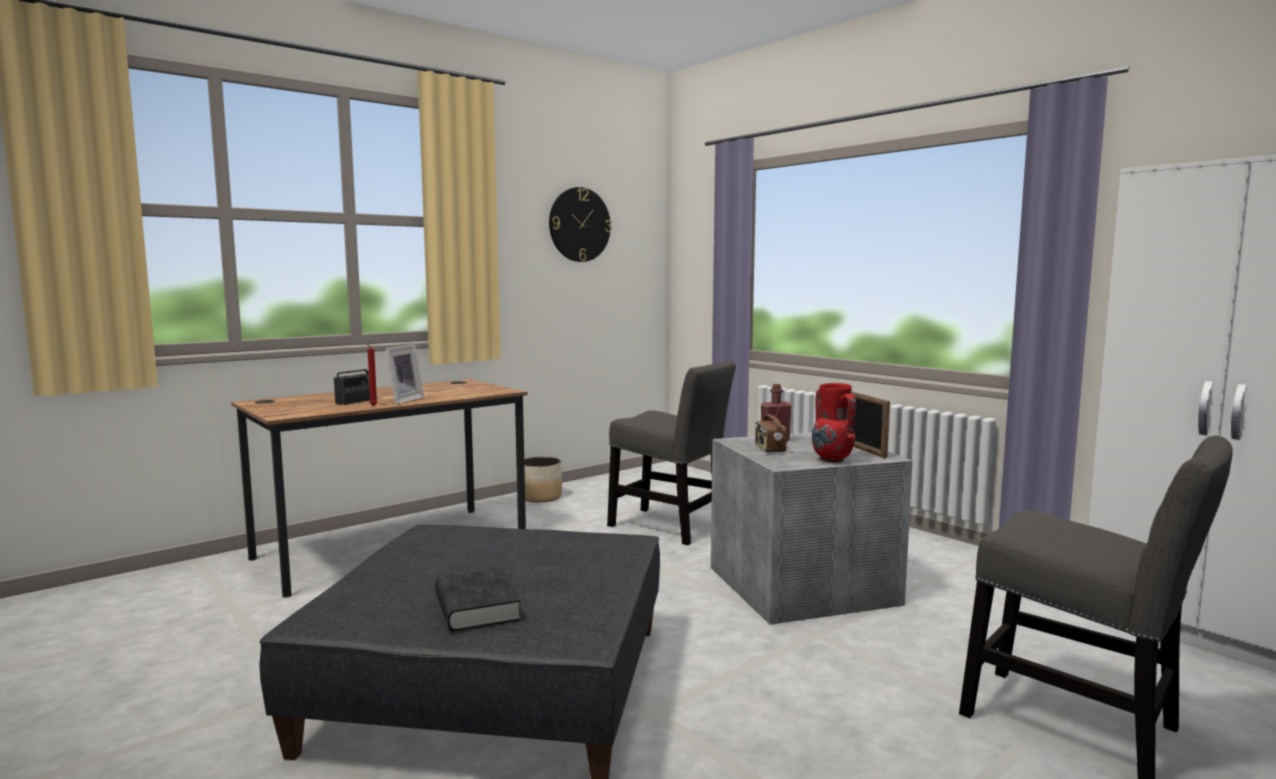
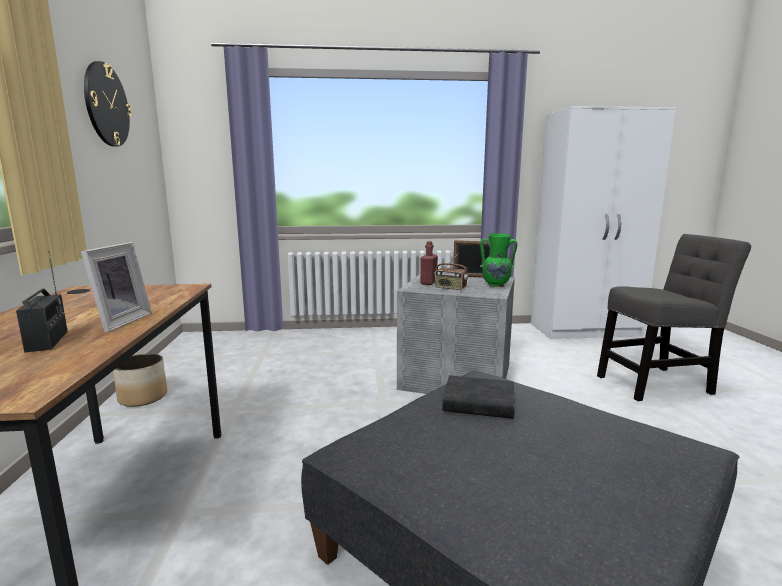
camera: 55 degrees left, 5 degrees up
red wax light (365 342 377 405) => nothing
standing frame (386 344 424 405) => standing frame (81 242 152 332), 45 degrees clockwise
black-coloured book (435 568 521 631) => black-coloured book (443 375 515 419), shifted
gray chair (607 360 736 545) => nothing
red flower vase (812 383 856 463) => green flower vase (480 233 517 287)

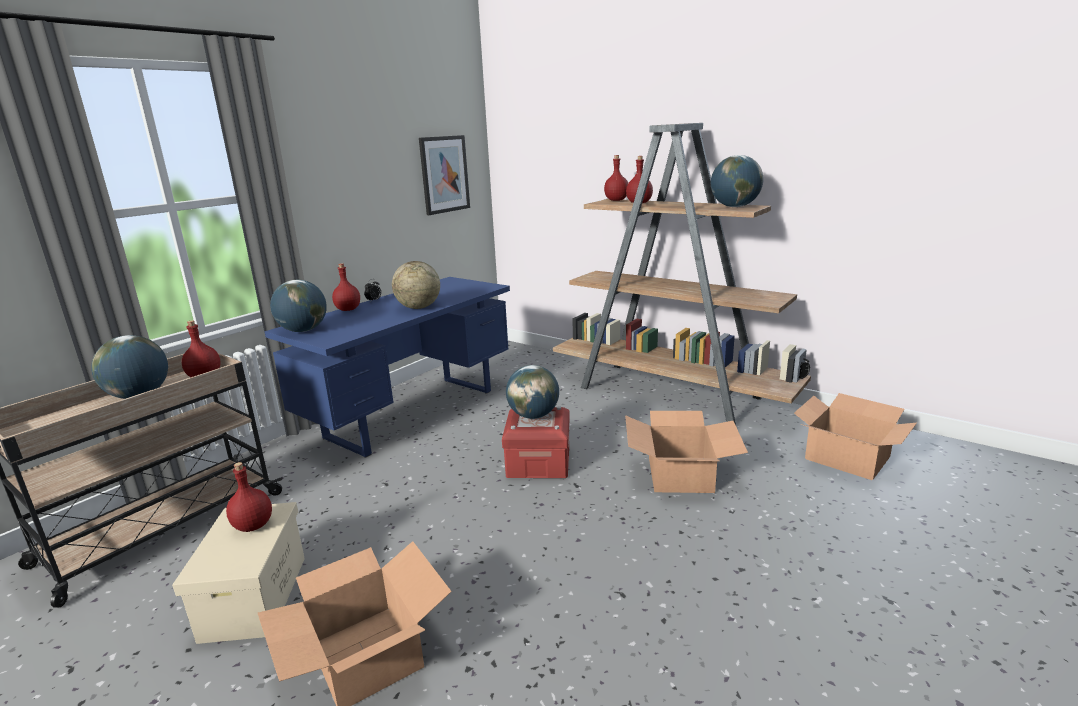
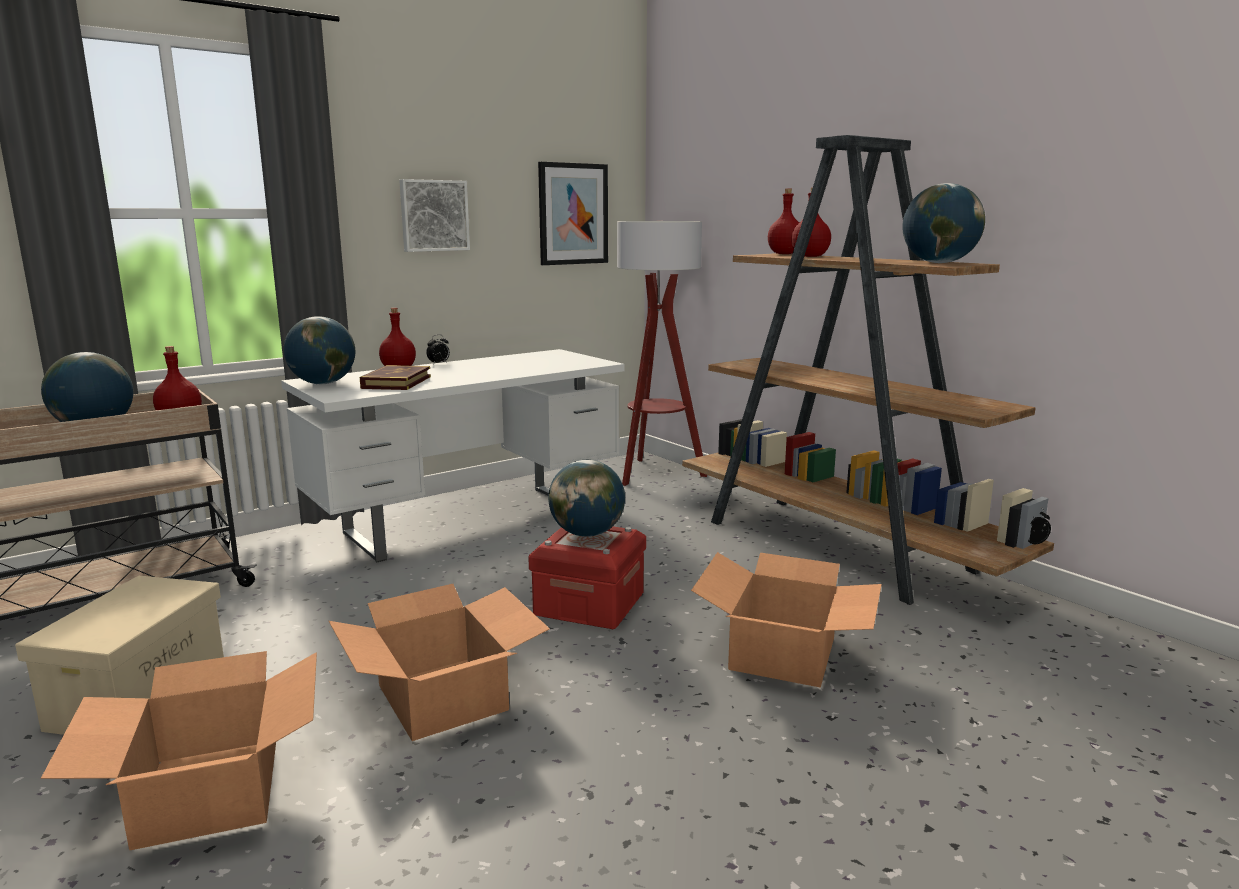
camera: 15 degrees right, 5 degrees down
red beverage bottle (226 462 272 532) => nothing
blue-coloured desk table (264 277 510 458) => white-coloured desk table (281 349 624 562)
desk globe (392 261 440 309) => nothing
carton (794 393 917 480) => carton (329 584 550 741), shifted
nothing => book (360 365 431 390)
nothing => picture (399 179 470 252)
nothing => floor lamp (617 221 707 486)

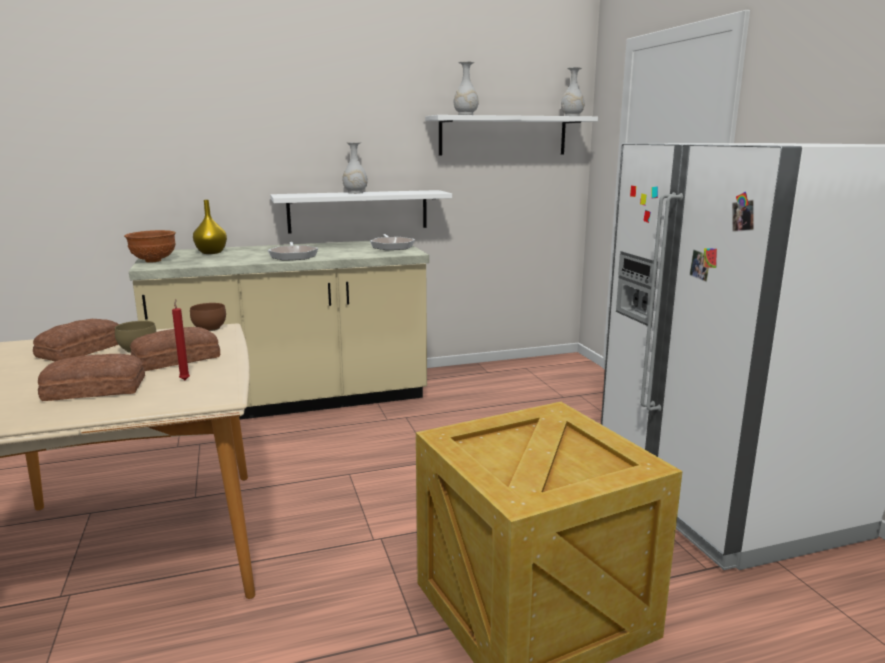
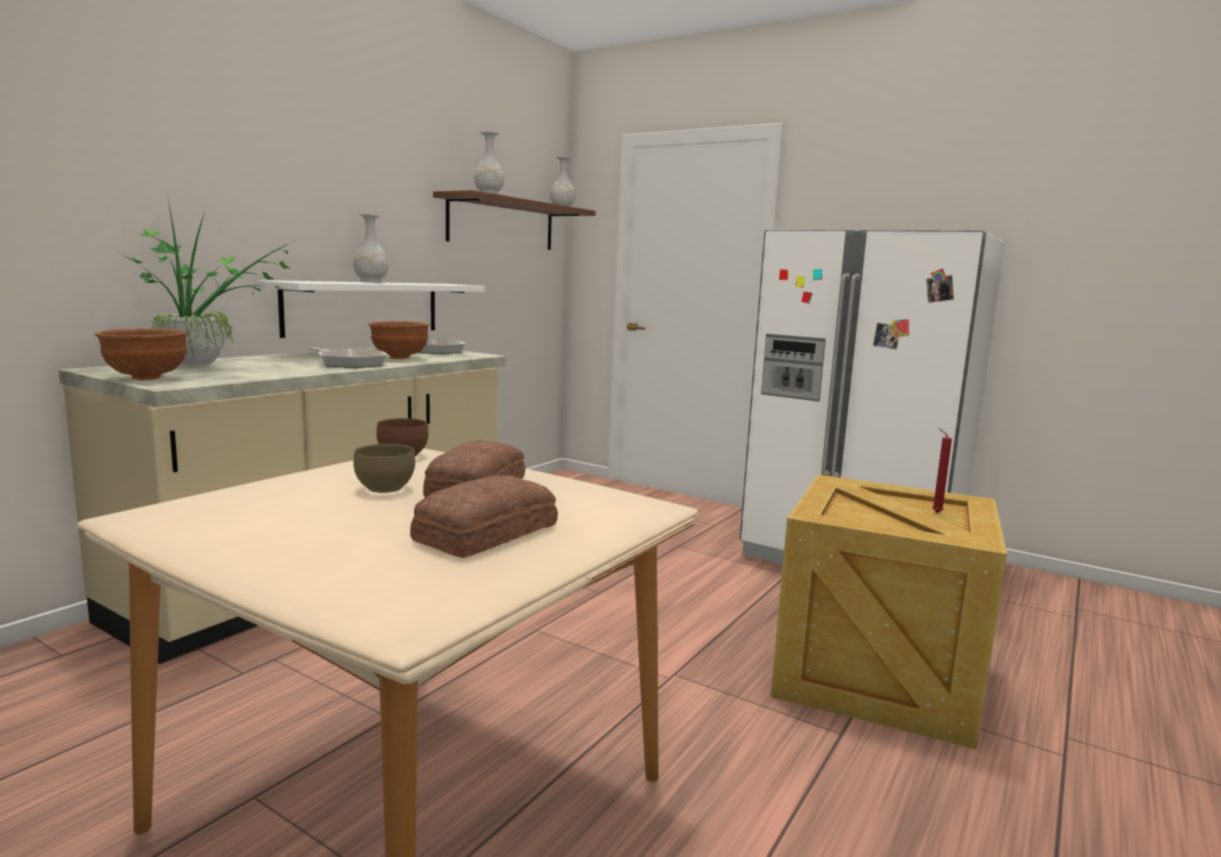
camera: 40 degrees left, 5 degrees down
bakery bread (33 319 119 361) => nothing
red wax light (172 299 190 380) => red wax light (932 428 952 513), shifted
yellow flower vase (193 200 227 254) => plant in a pot (121 195 293 367)
white-coloured wall shelf (425 115 598 156) => brown-coloured wall shelf (433 190 596 250)
nothing => brown-coloured deep dish (368 321 430 359)

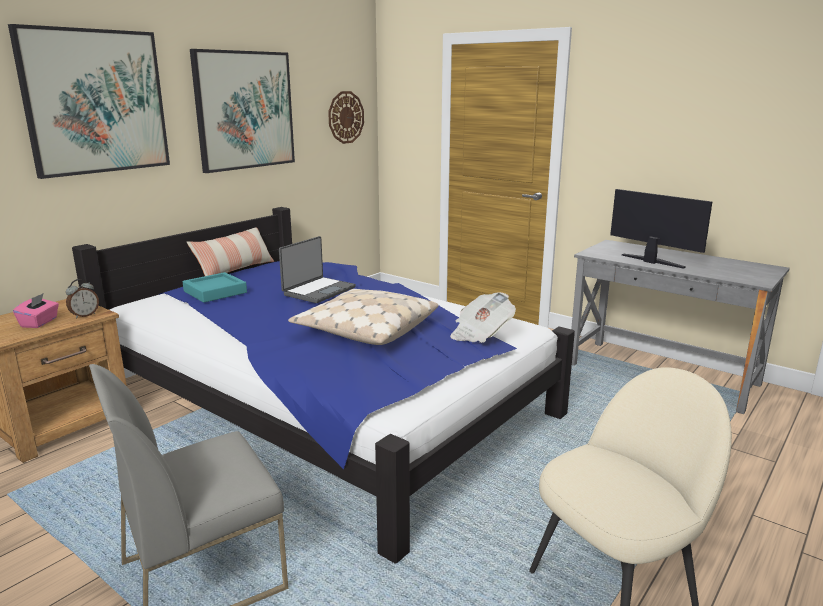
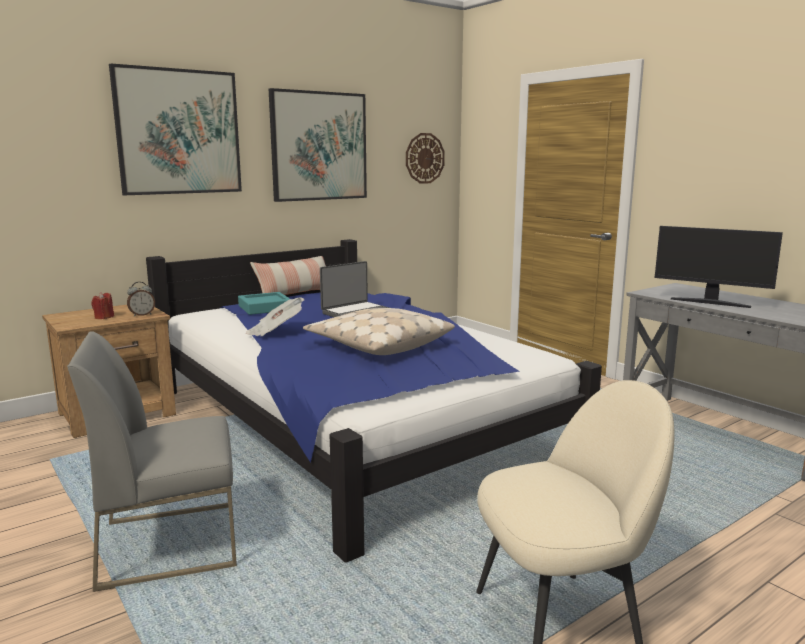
camera: 15 degrees right, 5 degrees down
pink-coloured box of tissues (13 293 59 328) => red wax light (91 292 114 319)
newspaper (450 292 516 343) => newspaper (246 297 304 337), shifted
computer screen (610 189 712 269) => computer screen (655 226 783 308), 150 degrees clockwise

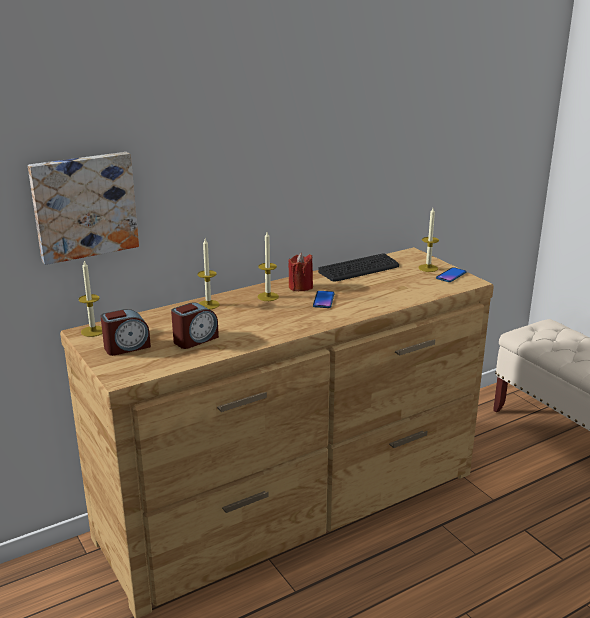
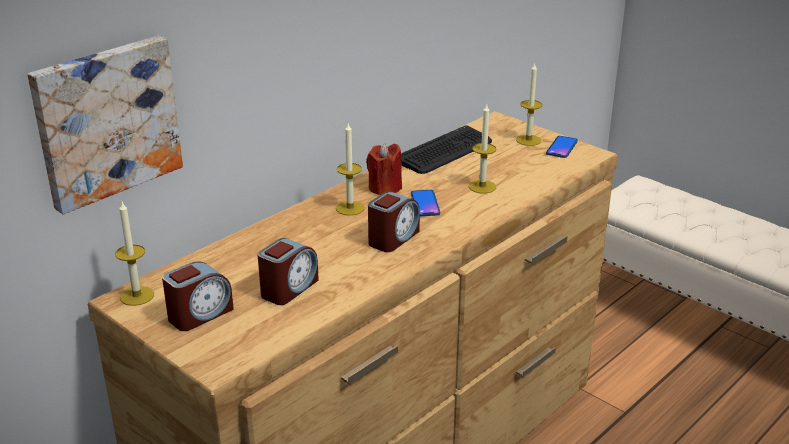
camera: 15 degrees left, 5 degrees up
wax light (198 239 220 310) => wax light (469 103 496 194), shifted
nothing => bedside clock (368 192 420 252)

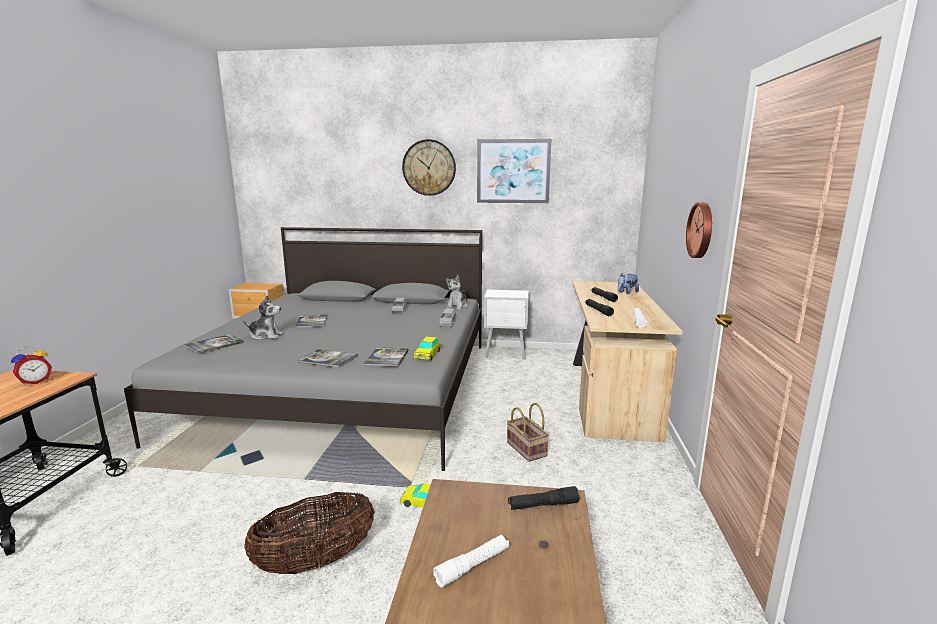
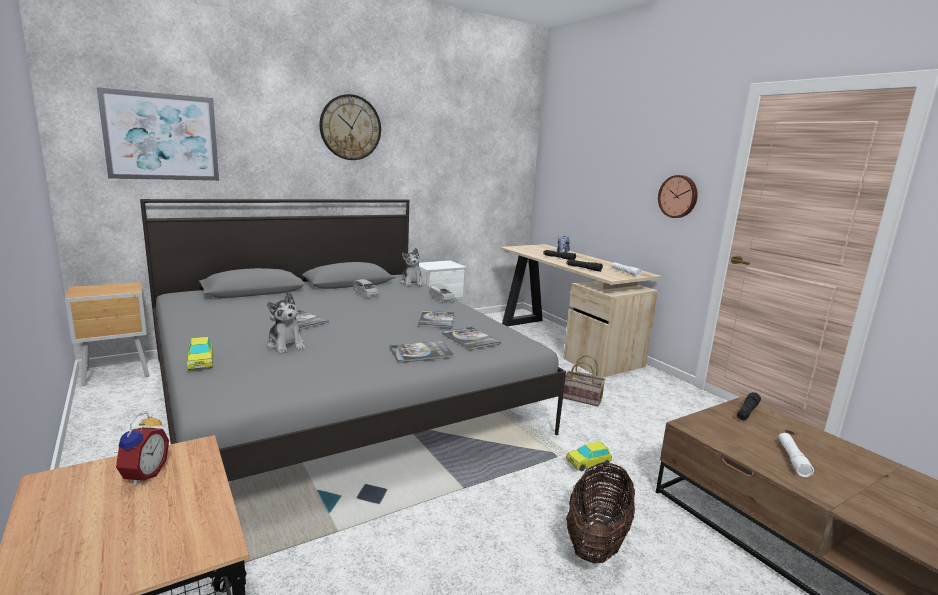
camera: 40 degrees left, 0 degrees up
book (184 334 244 354) => book (418 311 455 328), shifted
plush toy (243 295 284 340) => plush toy (267 293 305 354), 90 degrees clockwise
toy car (414 336 441 360) => toy car (187 337 213 370), shifted
picture (477 139 551 203) => picture (97 87 219 181), shifted

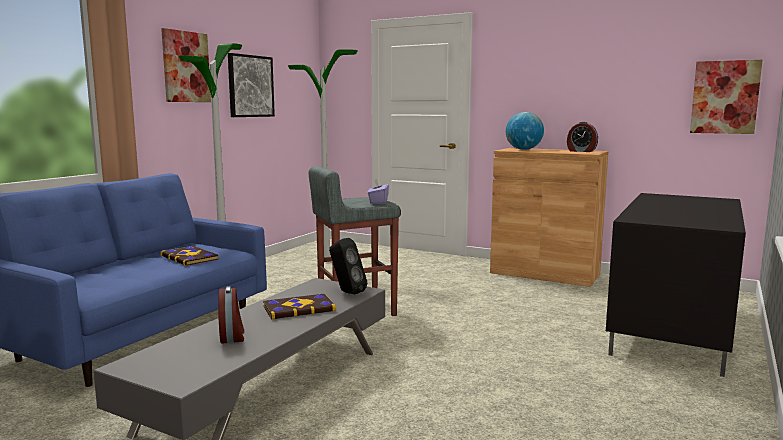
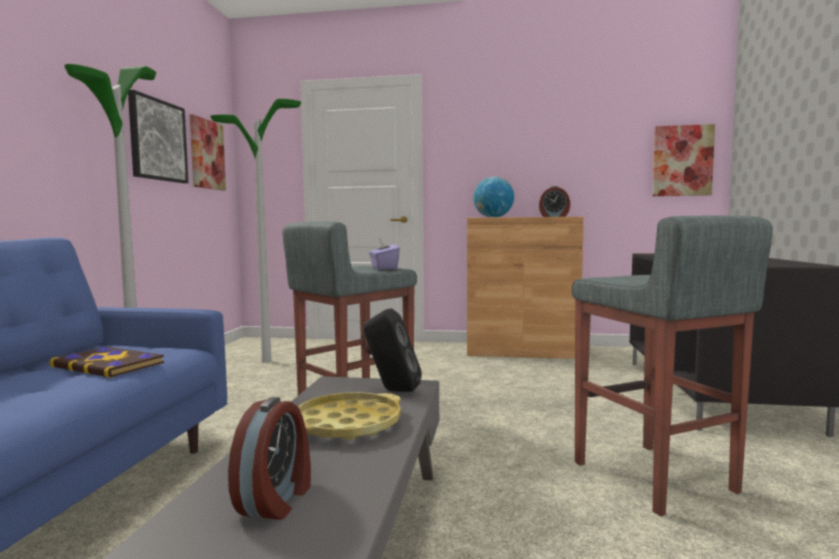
camera: 20 degrees left, 5 degrees down
picture (161 28 211 102) => picture (190 114 226 191), shifted
bedside clock (218 286 244 343) => bedside clock (228 397 311 520), 45 degrees clockwise
book (263 294 336 319) => yellow serving tray (298 392 401 440)
nothing => gray stool (572 215 773 516)

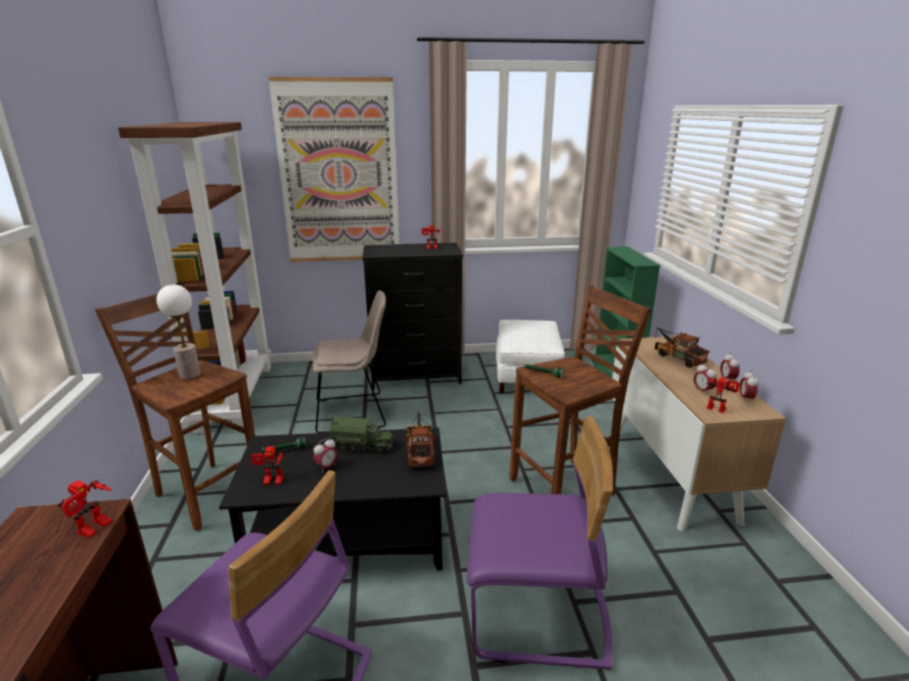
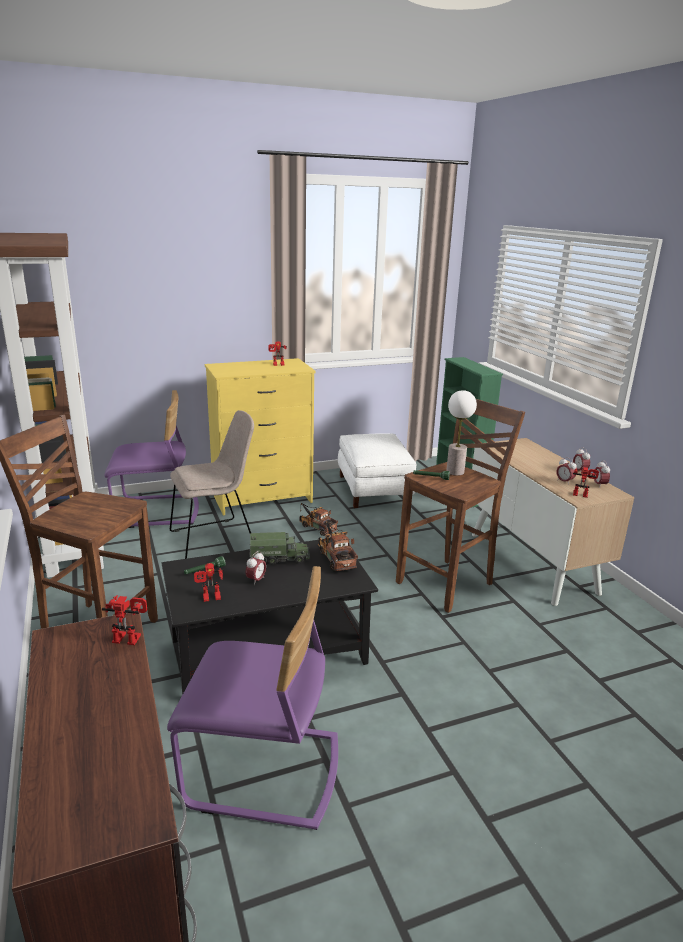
camera: 15 degrees left, 0 degrees up
robot figure (58 480 112 538) => robot figure (102 595 147 645), 90 degrees counterclockwise
lamp for a table (156 284 201 379) => lamp for a table (446 390 477 476), shifted
picture (268 77 399 262) => nothing
black-coloured drawer chest (362 243 463 389) => yellow drawer chest (205 358 315 515)
purplish chair (467 416 613 670) => purplish chair (104 390 199 528), shifted
model truck (654 327 709 368) => model truck (299 503 338 536), shifted

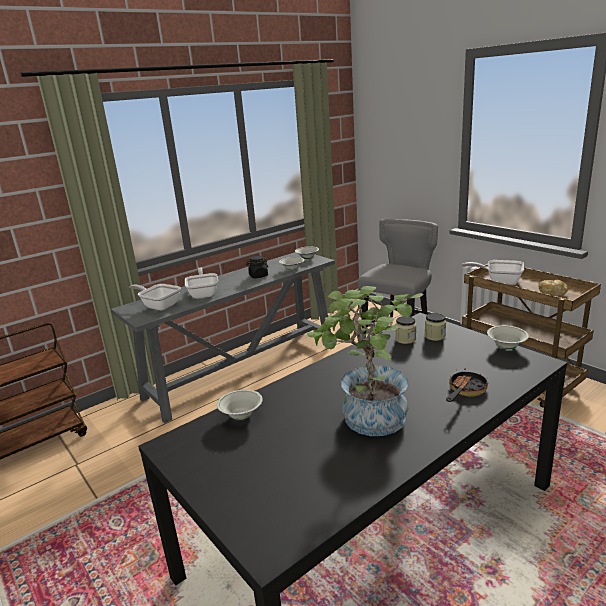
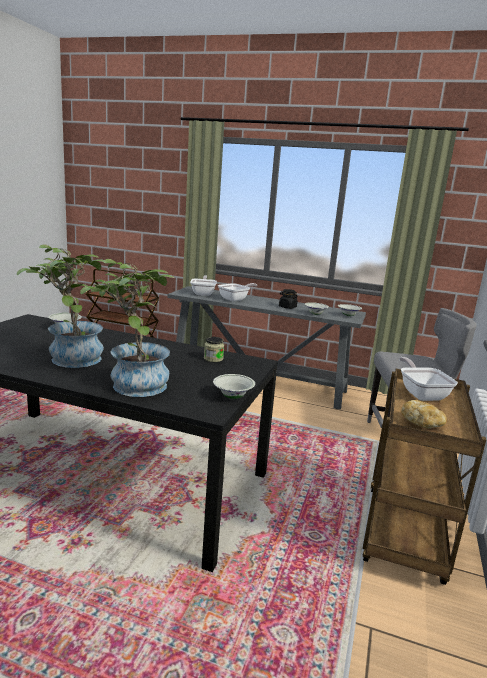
camera: 55 degrees right, 5 degrees down
jar (425 313 446 341) => nothing
skillet (446 369 488 402) => plant in a pot (80 259 175 397)

